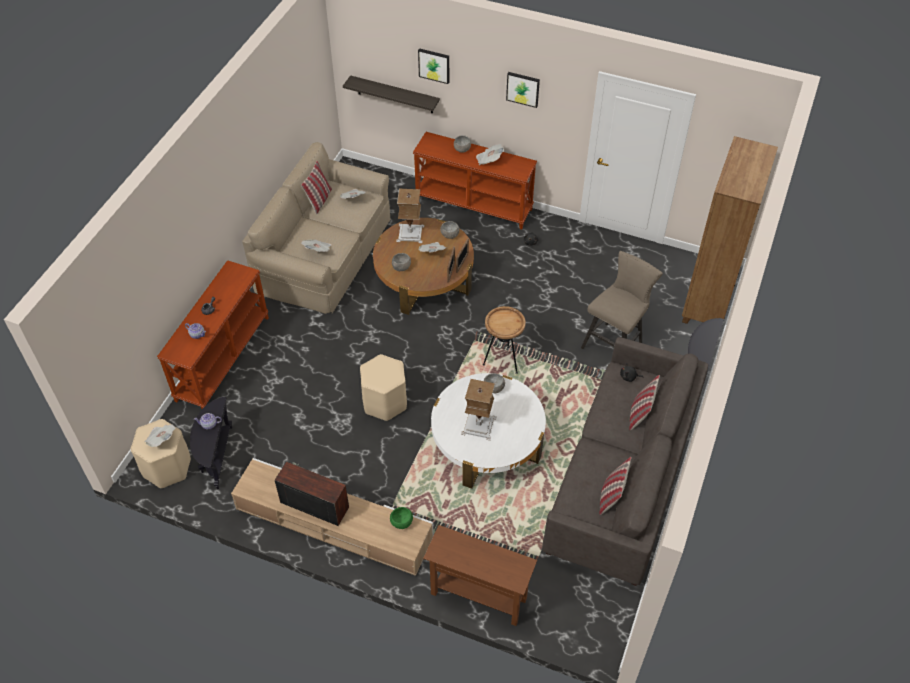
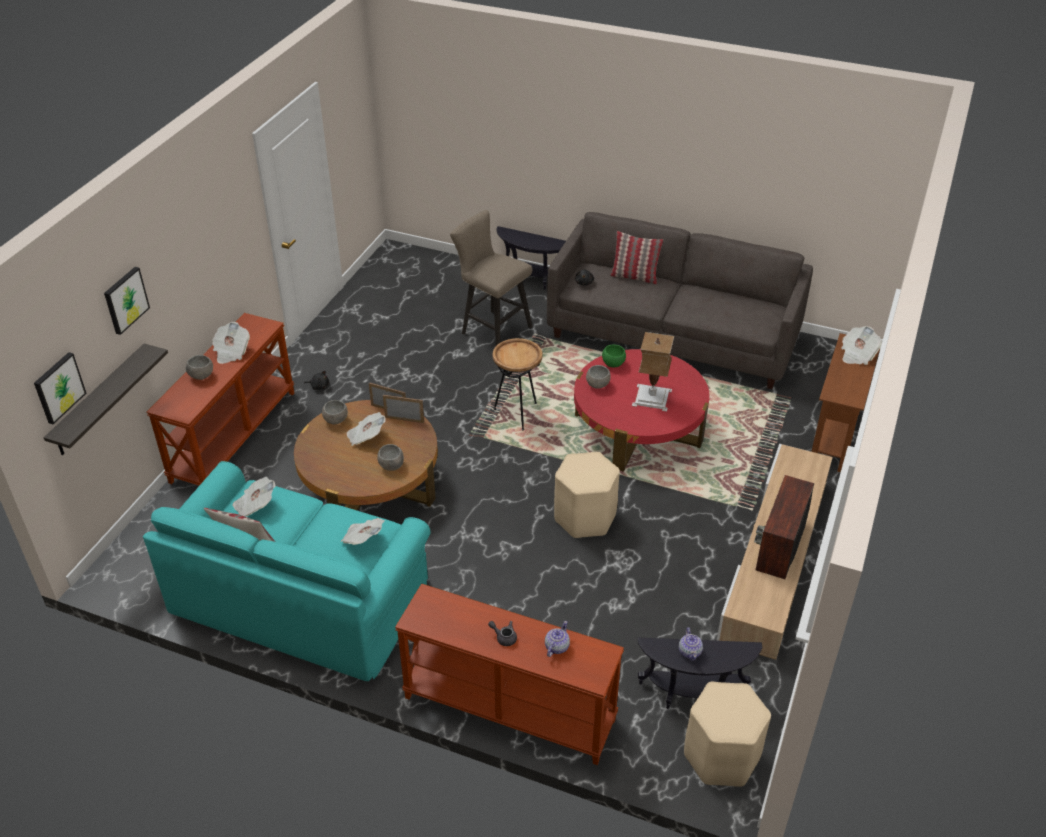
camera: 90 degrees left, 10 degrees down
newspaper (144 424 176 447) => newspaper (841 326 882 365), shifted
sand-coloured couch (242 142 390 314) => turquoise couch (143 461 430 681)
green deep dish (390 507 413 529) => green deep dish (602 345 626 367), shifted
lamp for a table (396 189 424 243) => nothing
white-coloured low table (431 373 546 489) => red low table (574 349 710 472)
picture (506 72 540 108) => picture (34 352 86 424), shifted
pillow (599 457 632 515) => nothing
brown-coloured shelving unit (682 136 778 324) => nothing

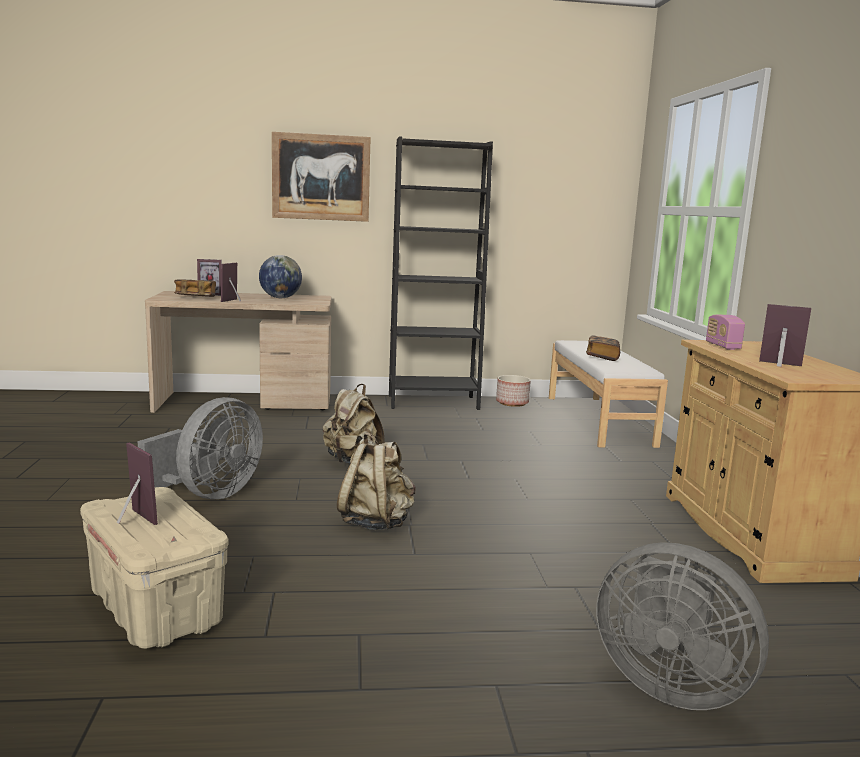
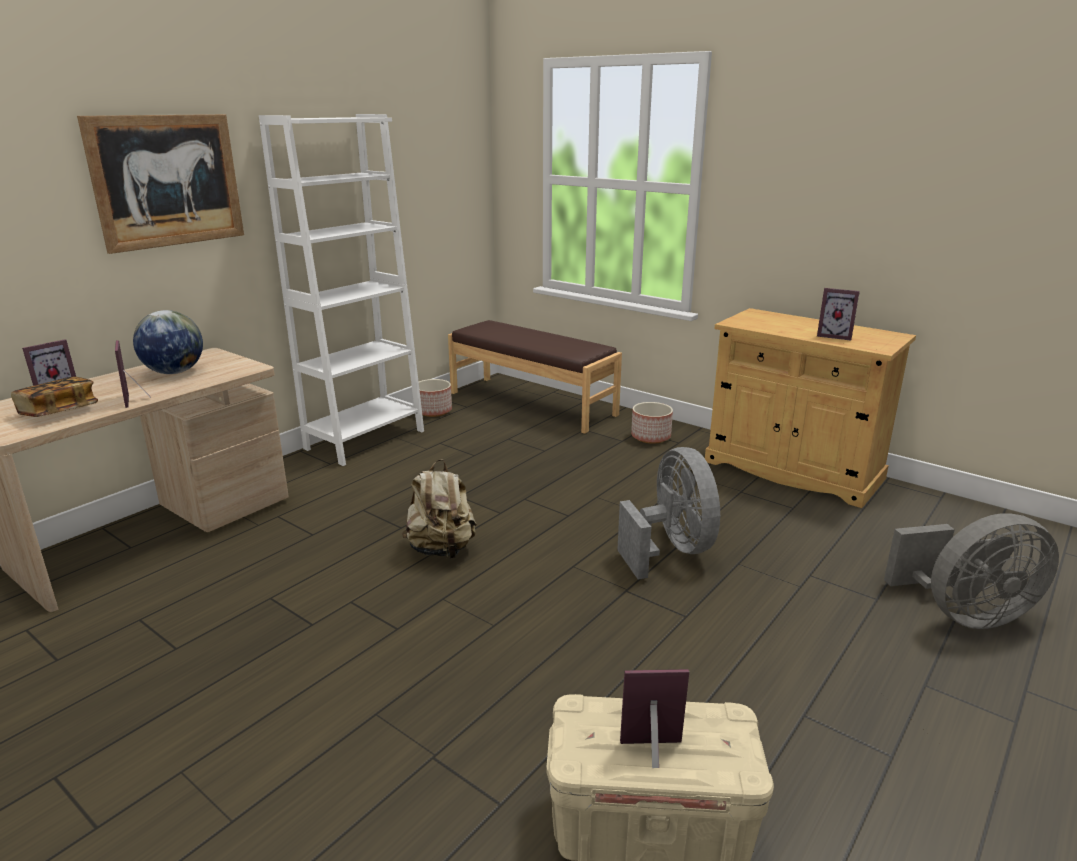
camera: 45 degrees left, 10 degrees up
gray electric fan (138 397 263 499) => gray electric fan (617 447 720 579), shifted
sand-coloured rucksack (337 432 416 530) => nothing
black-coloured shelving unit (389 137 493 410) => white-coloured shelving unit (259 114 424 466)
white-coloured indoor bench (549 340 668 448) => brown-coloured indoor bench (448 320 622 434)
book (586 336 620 361) => nothing
radio (706 315 745 350) => nothing
standing frame (759 304 811 367) => standing frame (817 288 860 341), 135 degrees counterclockwise
nothing => flower pot (631 402 673 444)

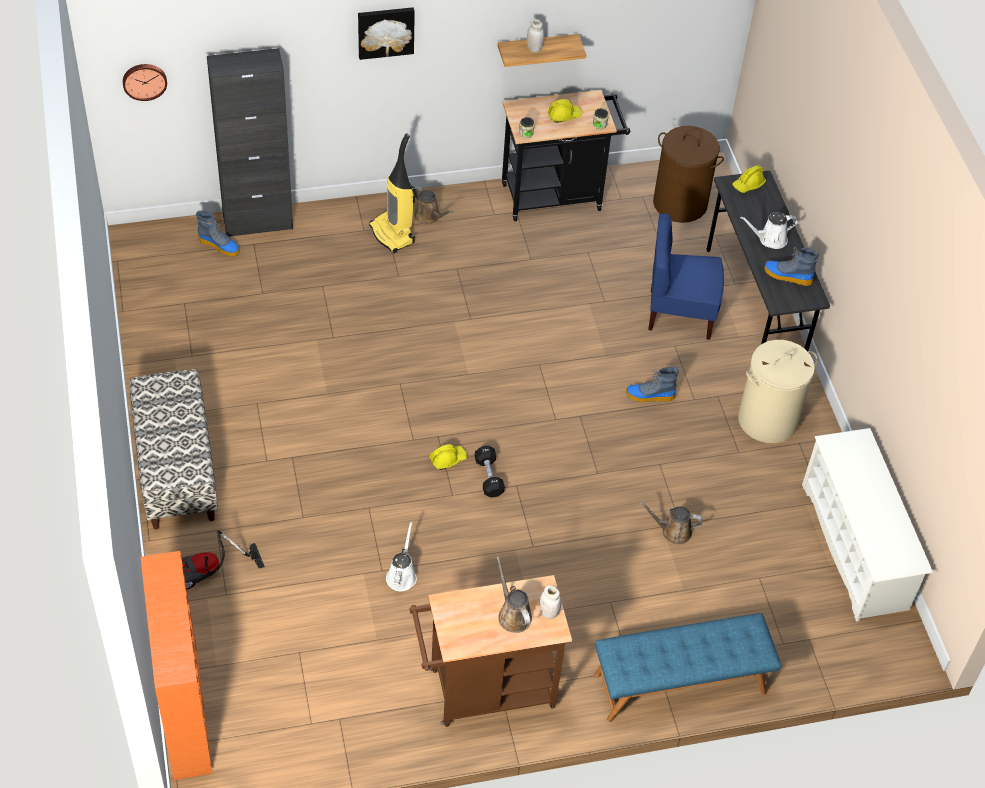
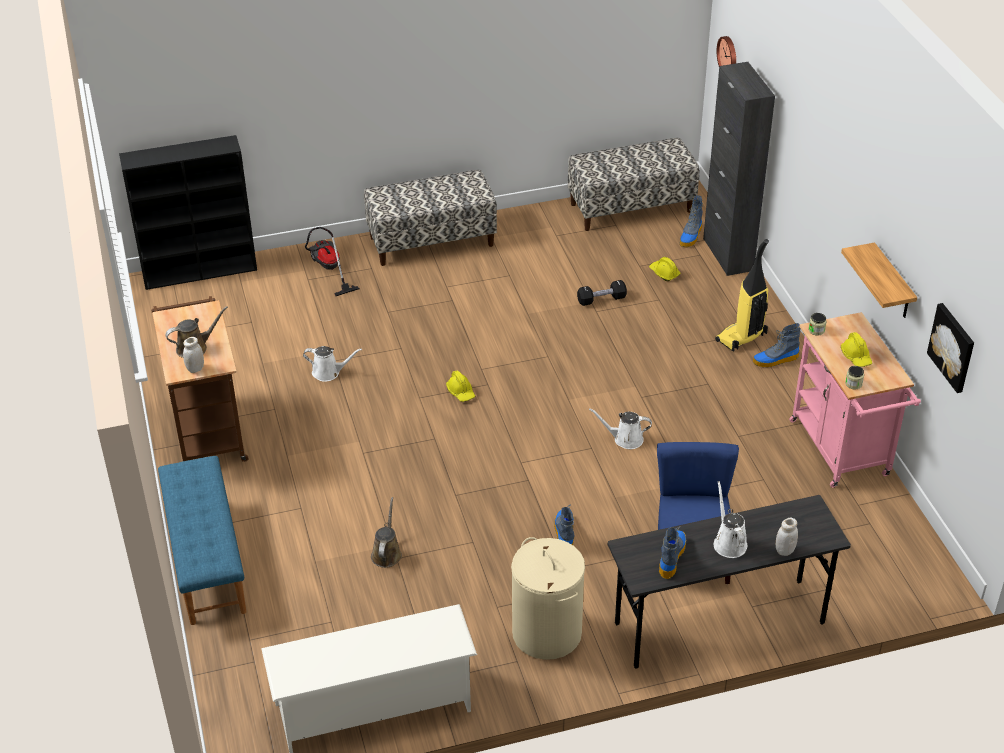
camera: 90 degrees right, 10 degrees down
orangey shelving unit (141 551 213 780) => black-coloured shelving unit (119 135 257 290)
picture (358 7 415 60) => picture (927 303 974 393), shifted
brown-coloured watering pot (413 186 453 224) => high-top boot (753 323 801 368)
black-coloured hand weight (475 446 505 497) => black-coloured hand weight (577 280 627 306), shifted
black-coloured trolley (502 90 630 221) => pink-coloured trolley (789 312 921 488)
white-coloured jar (527 19 544 53) => white-coloured jar (776 518 798 556), shifted
brown-coloured laundry basket (653 126 724 223) => nothing
yellow hard hat (732 165 766 193) => yellow hard hat (649 257 680 281), shifted
nothing => indoor bench (568 138 700 231)
nothing => white-coloured watering pot (589 408 652 449)

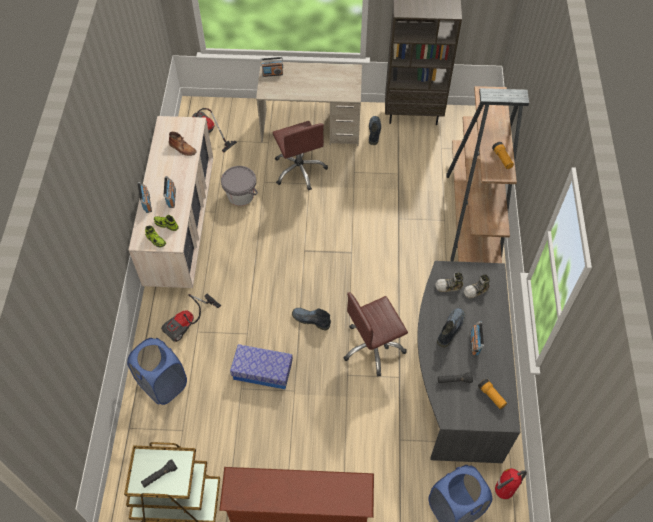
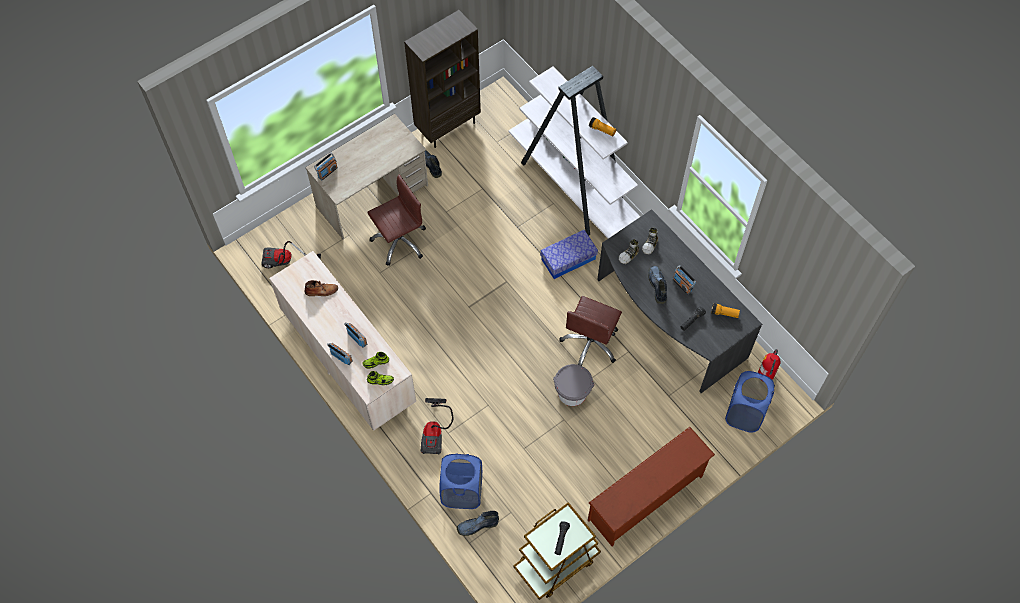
camera: 40 degrees left, 5 degrees up
gray water bucket (221 166 258 206) => gray water bucket (553 364 594 406), shifted
storage container (230 344 293 389) => storage container (540 230 598 279), shifted
brown-coloured computer chair (272 121 328 191) => brown-coloured computer chair (367 175 426 266), 60 degrees counterclockwise
high-top boot (292 308 331 331) => high-top boot (457 511 499 536), shifted
brown-coloured shelving unit (446 86 529 263) => white-coloured shelving unit (508 66 640 238)

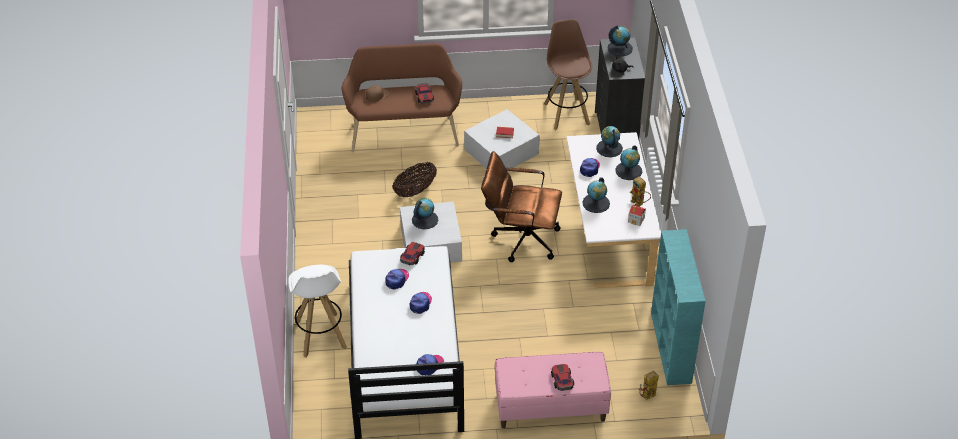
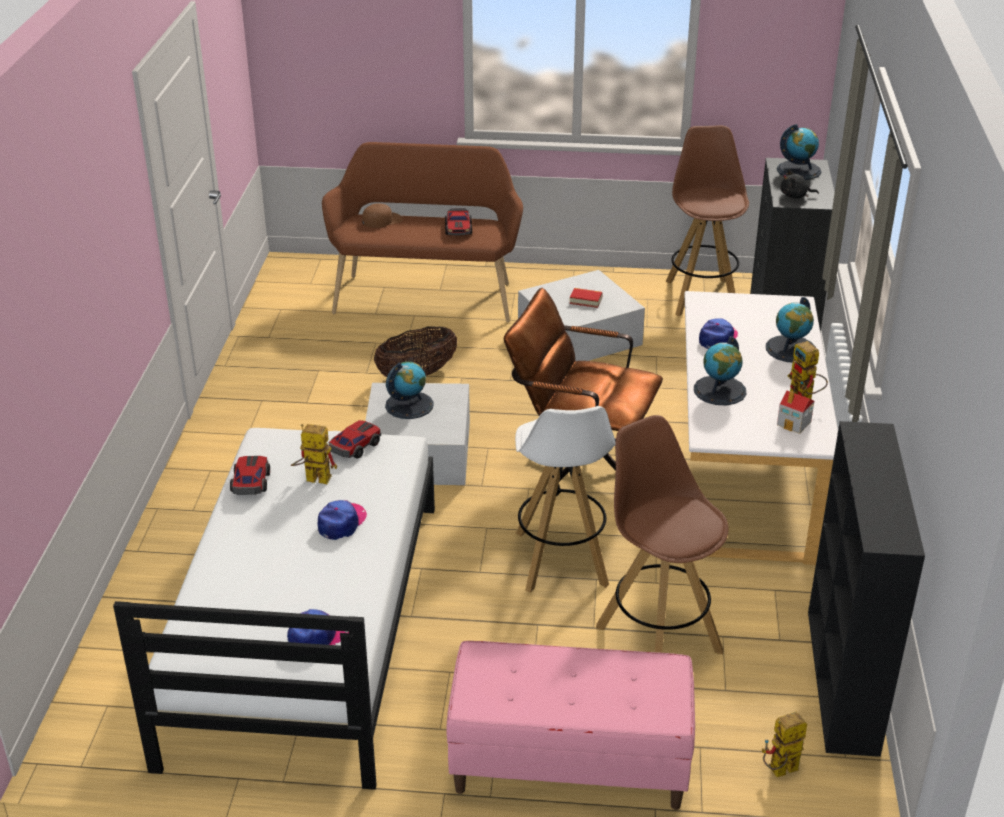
camera: 10 degrees right, 10 degrees down
white-coloured stool (288 265 347 358) => white-coloured stool (515 406 616 593), shifted
peaked cap (385 269 409 290) => robot figure (291 424 337 484)
toy car (551 364 574 391) => toy car (230 456 270 495), shifted
desk globe (596 126 623 157) => nothing
turquoise shelving unit (651 229 706 385) => black-coloured shelving unit (808 421 925 757)
nothing => brown-coloured stool (596 415 728 654)

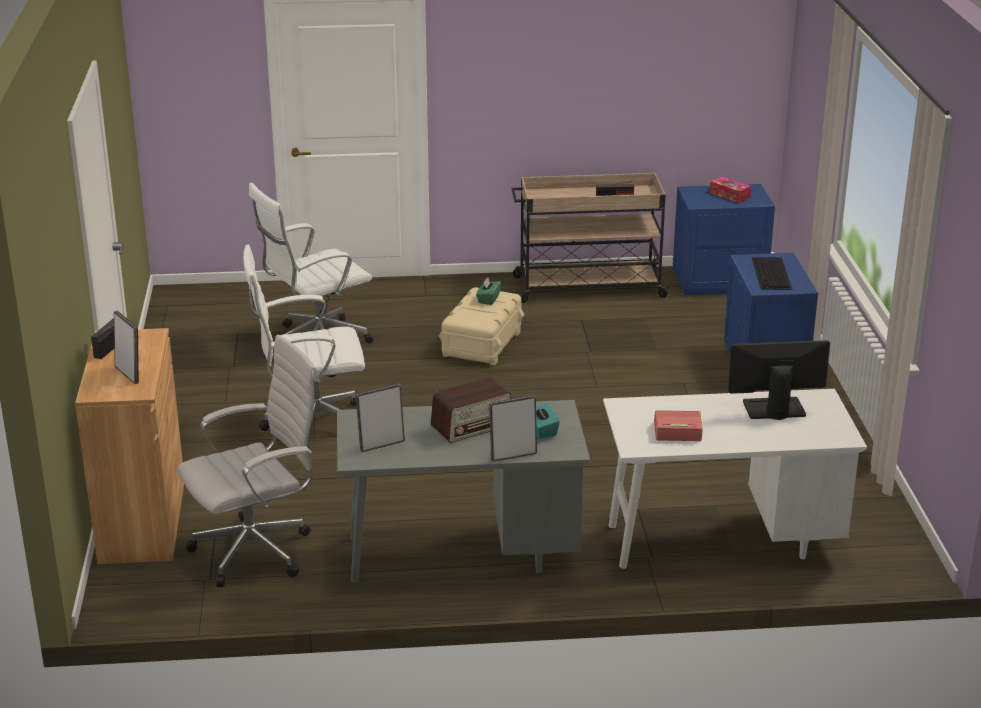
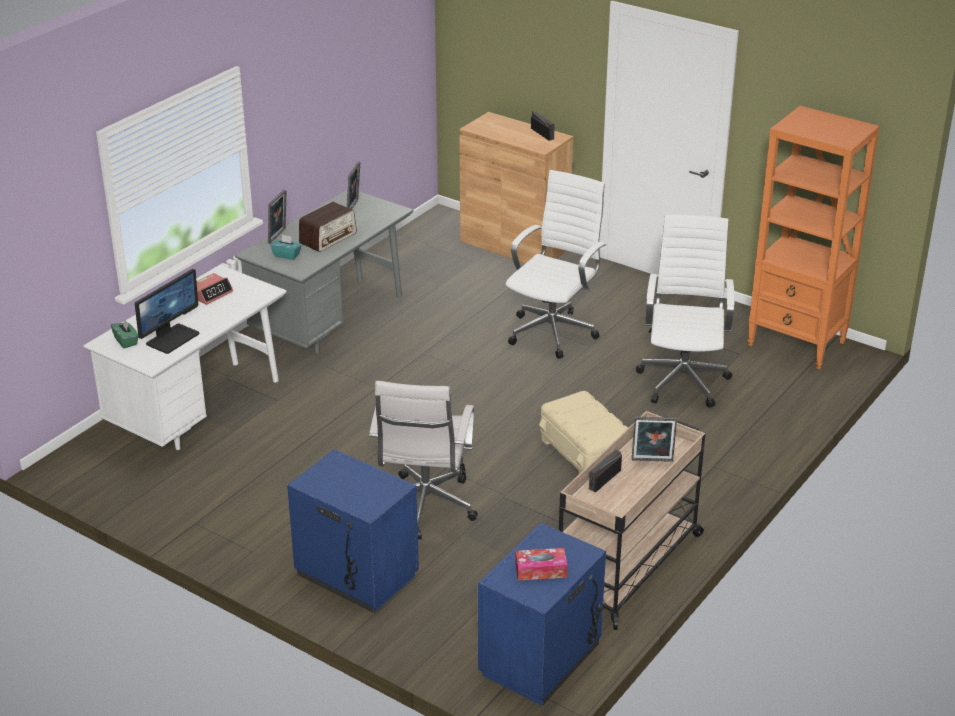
camera: 130 degrees right, 5 degrees up
standing frame (114 311 139 384) => standing frame (632 417 677 462), shifted
white-coloured computer chair (177 335 318 587) => white-coloured computer chair (369 381 477 539), shifted
radio (431 377 511 443) => radio (299 202 357 252), 150 degrees counterclockwise
green box of tissues (476 277 501 305) => green box of tissues (111 319 138 348), shifted
keyboard (752 257 792 290) => nothing
nothing => orangey shelving unit (748 106 880 369)

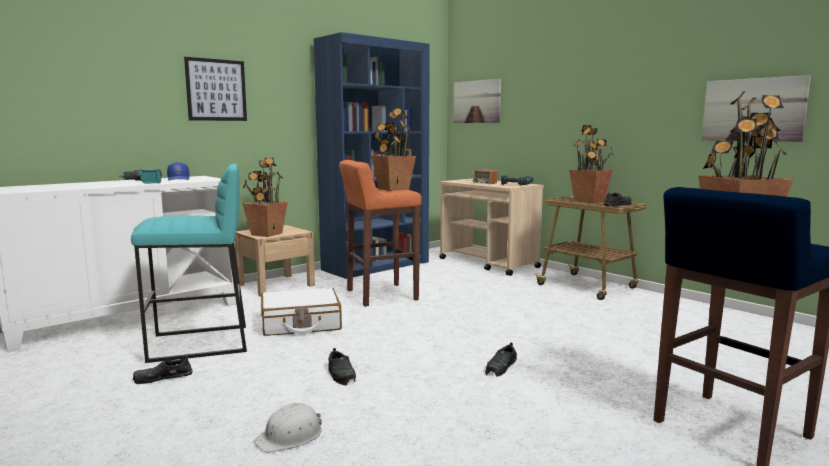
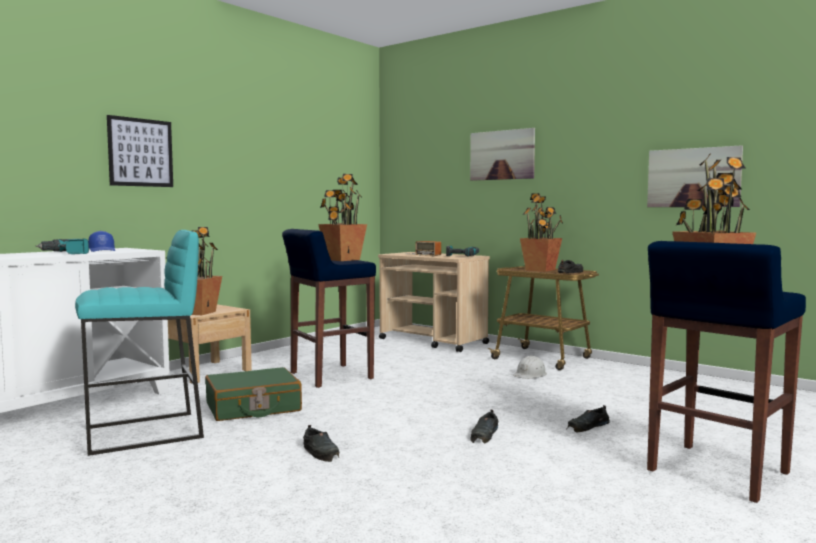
camera: 10 degrees left, 5 degrees down
black-coloured item of footwear (133 356 192 384) => black-coloured item of footwear (566 405 610 432), shifted
white-coloured hard hat (254 403 322 453) => white-coloured hard hat (513 355 547 379), shifted
white-coloured travel case (261 288 342 336) => green travel case (205 367 302 421)
blue-coloured shelving unit (313 32 430 279) => nothing
orangey stool (339 160 422 307) => blue-coloured stool (282 229 376 388)
picture (453 79 501 123) => picture (470 128 535 181), shifted

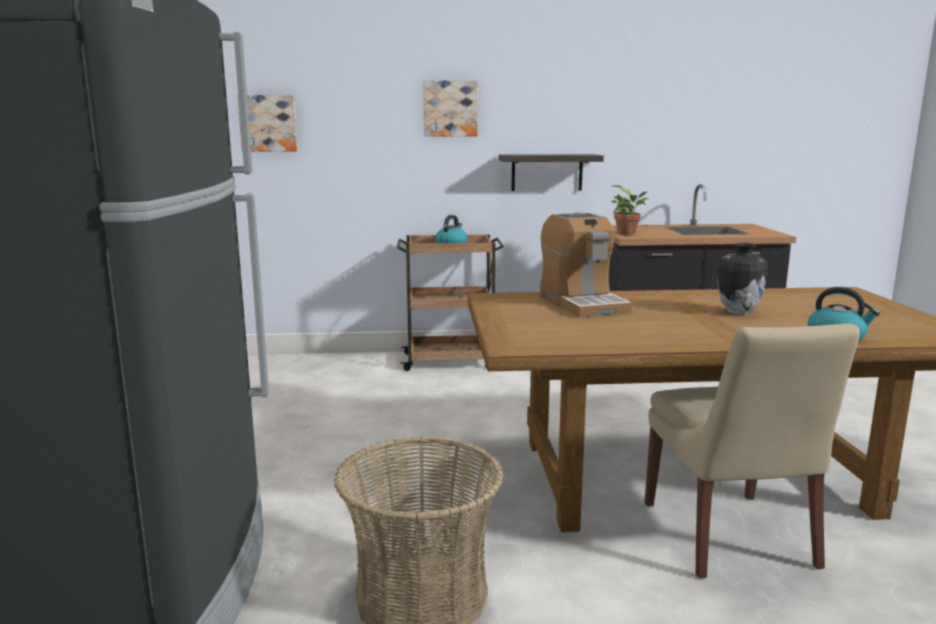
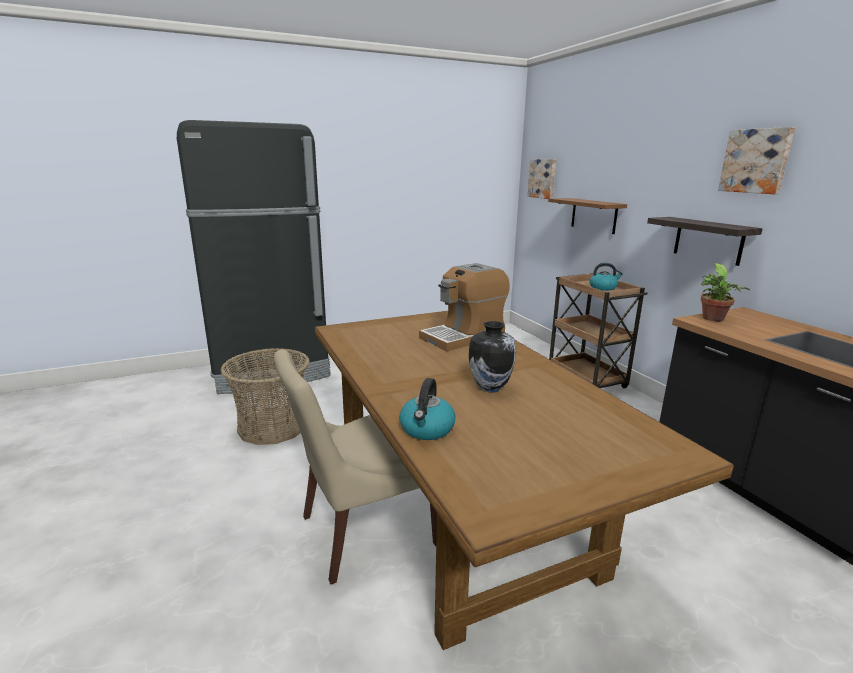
camera: 70 degrees right, 5 degrees up
picture (423 80 478 137) => picture (718 127 795 194), shifted
nothing => brown-coloured wall shelf (548 198 627 234)

